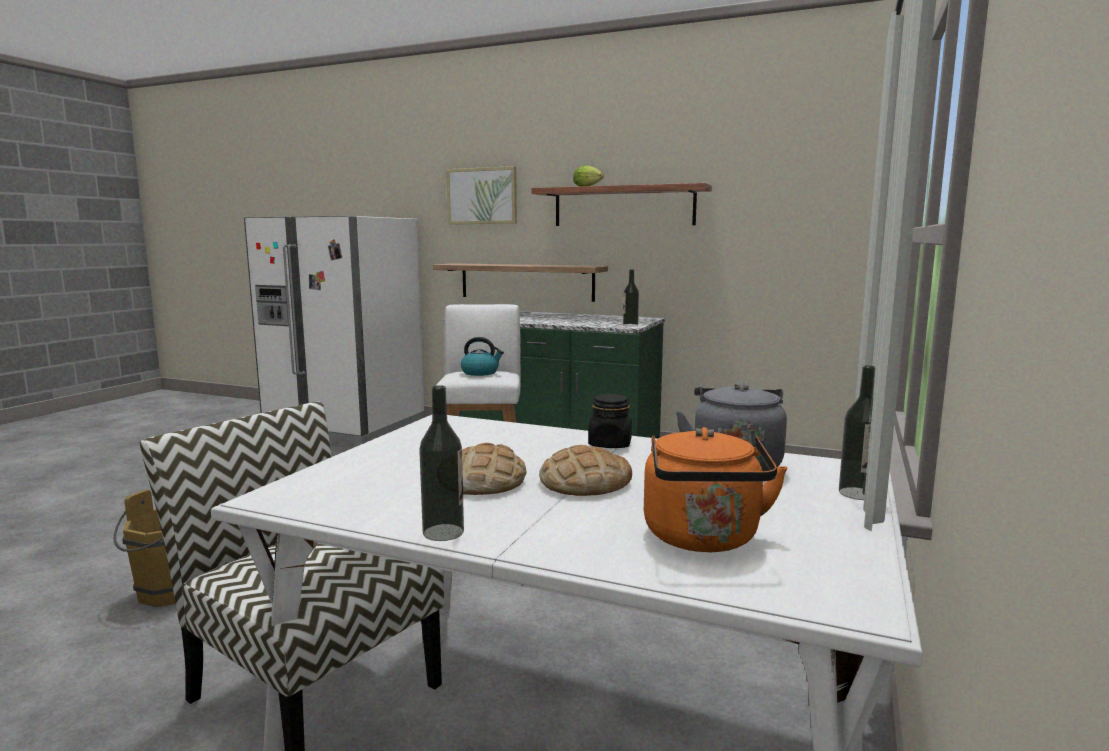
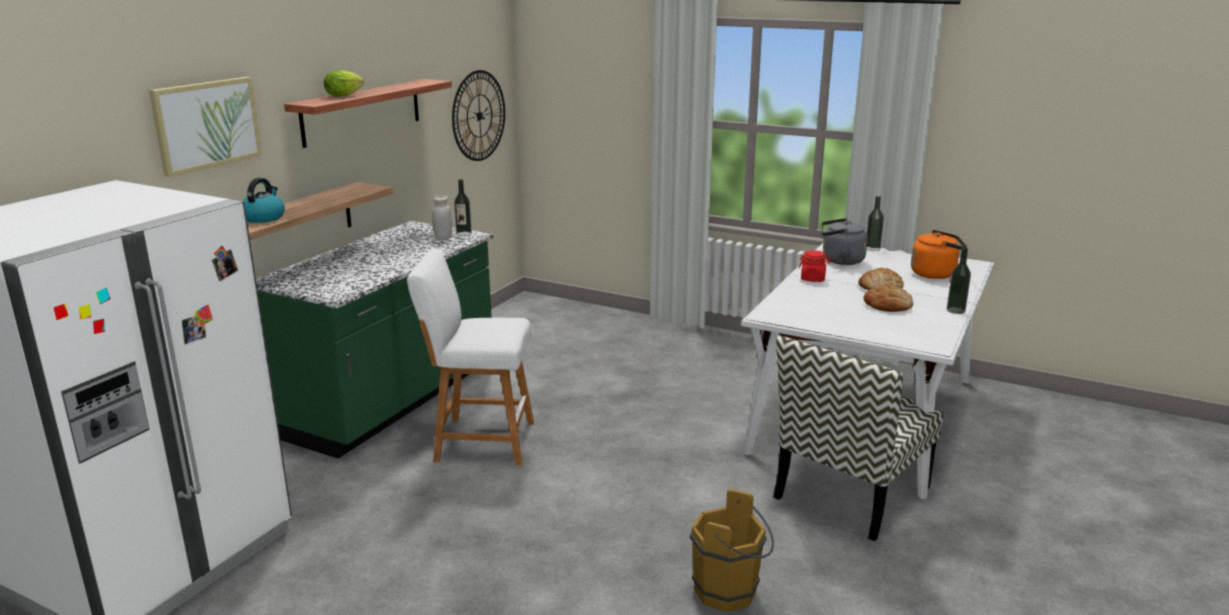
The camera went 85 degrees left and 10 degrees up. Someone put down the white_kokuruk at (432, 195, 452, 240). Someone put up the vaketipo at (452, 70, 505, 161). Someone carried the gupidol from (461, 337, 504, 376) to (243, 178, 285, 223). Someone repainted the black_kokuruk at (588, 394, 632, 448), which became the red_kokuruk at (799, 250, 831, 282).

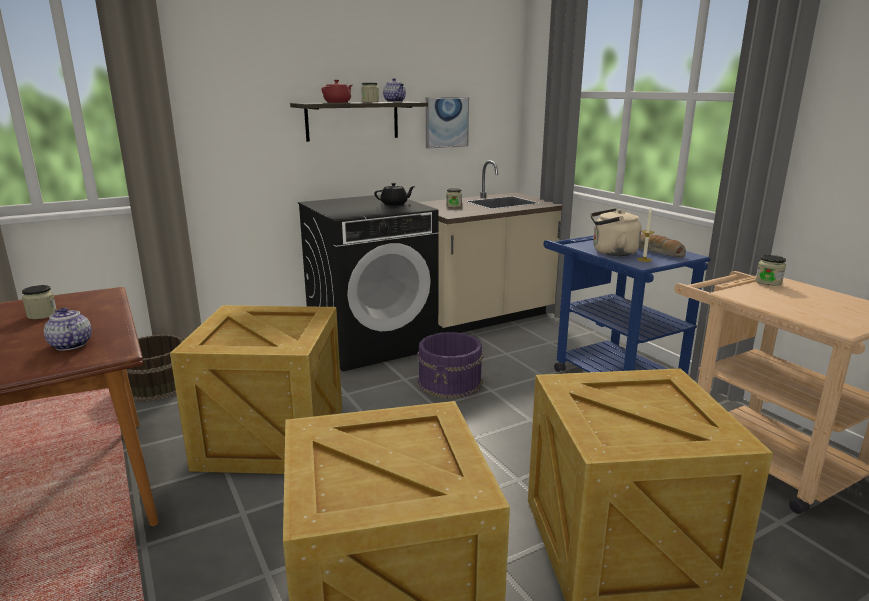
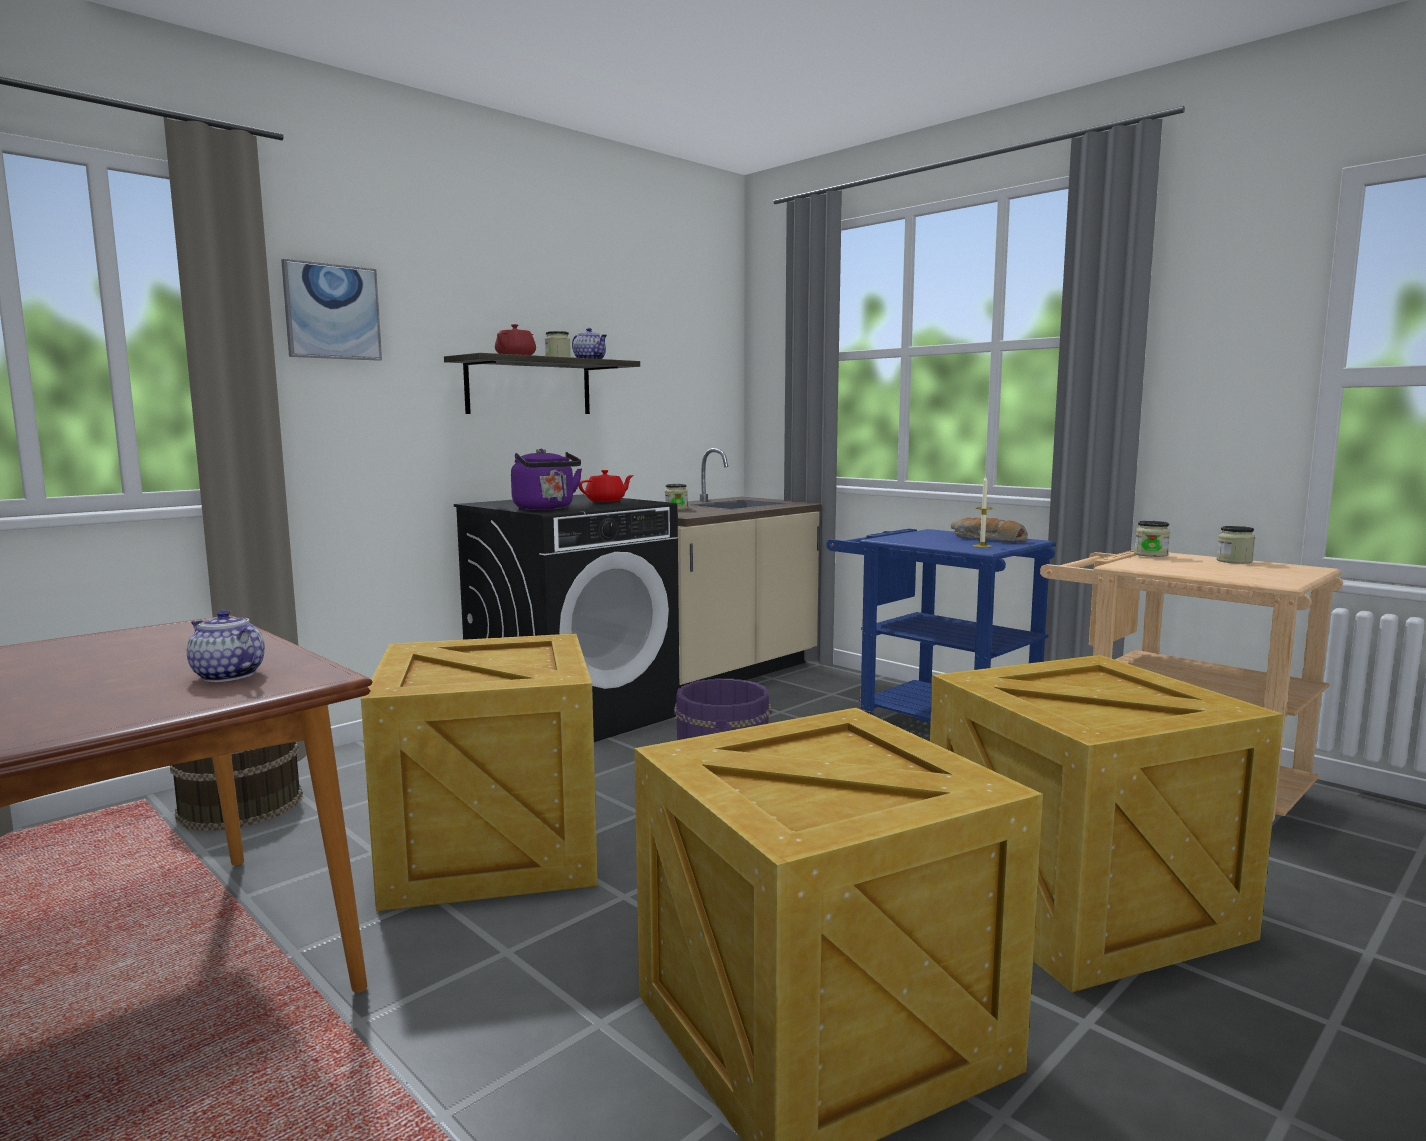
The camera went 15 degrees left and 10 degrees down. Someone took away the beige_gupidol at (591, 208, 641, 256). Someone put down the purple_gupidol at (511, 449, 582, 510). Someone carried the kokuruk from (22, 285, 57, 319) to (1216, 526, 1255, 564). Someone carried the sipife from (426, 97, 469, 148) to (281, 259, 382, 361). Someone repainted the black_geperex at (374, 183, 415, 206), which became the red_geperex at (579, 470, 634, 502).

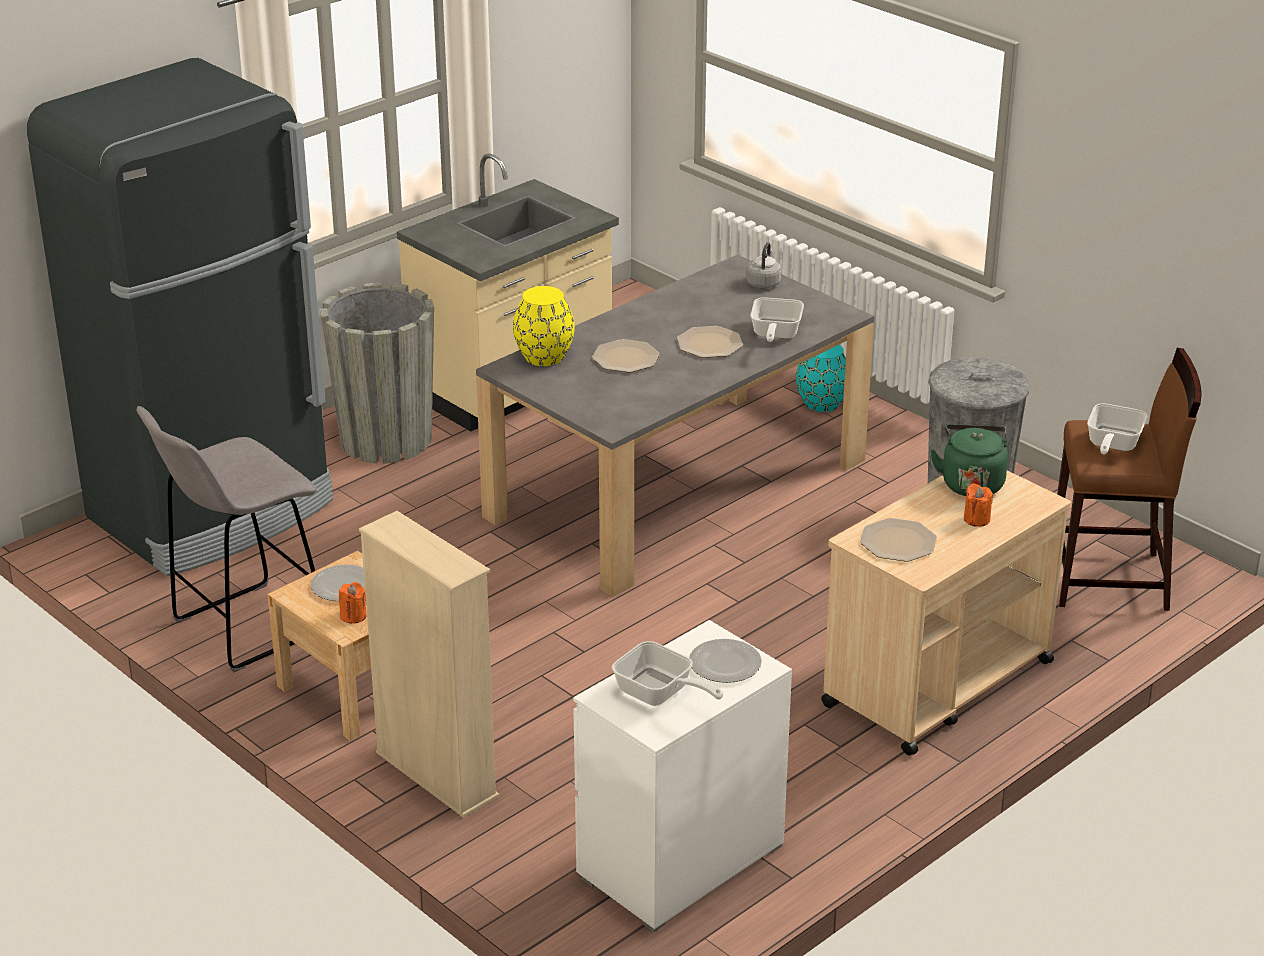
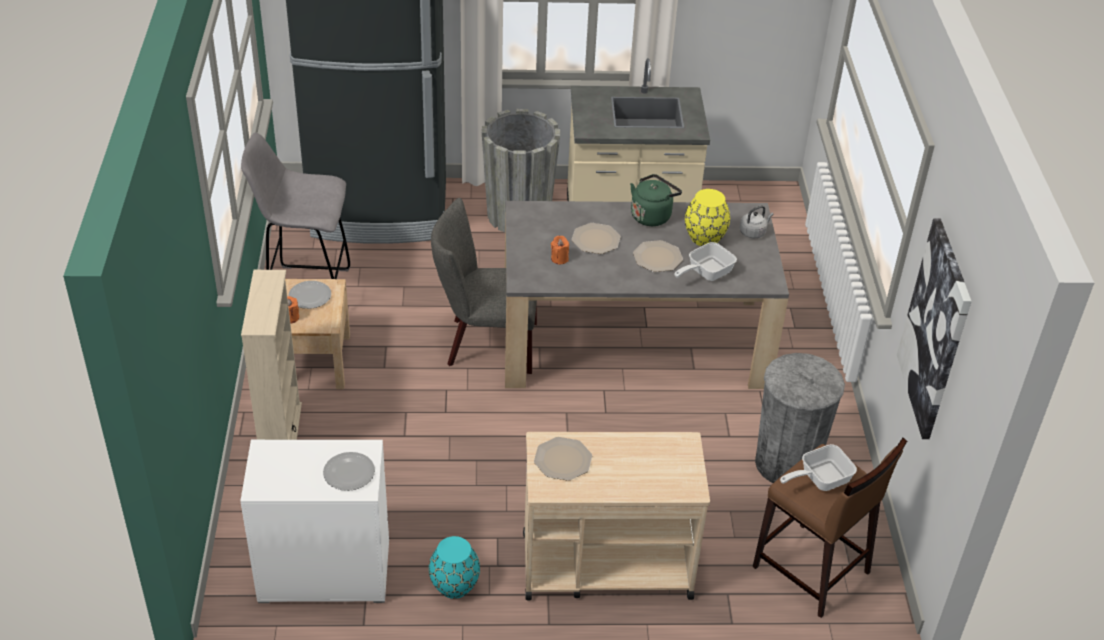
The camera went 40 degrees right and 10 degrees up. Someone took away the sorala at (612, 641, 723, 706). Someone put down the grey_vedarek at (431, 198, 537, 374). Someone put up the sipife at (897, 218, 972, 439). Someone carried the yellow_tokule from (513, 286, 575, 366) to (685, 189, 730, 246). Someone carried the turquoise_tokule from (796, 345, 846, 412) to (429, 536, 480, 599). Someone carried the green_gupidol from (930, 424, 1008, 496) to (630, 174, 682, 226). Someone carried the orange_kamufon from (964, 483, 993, 527) to (551, 236, 569, 264).

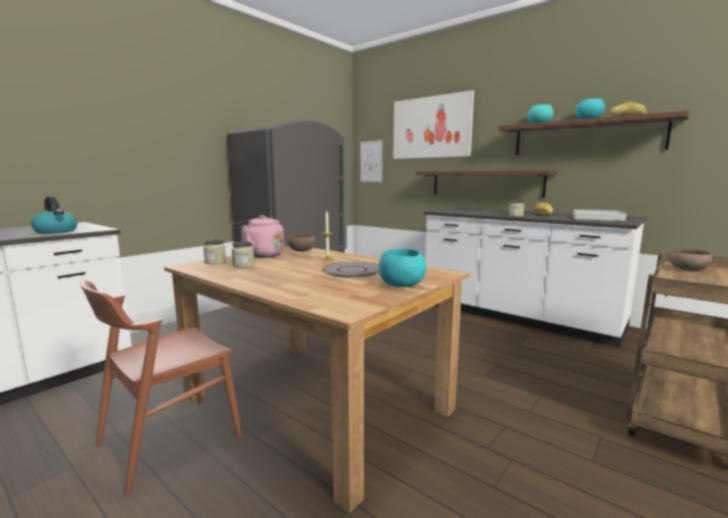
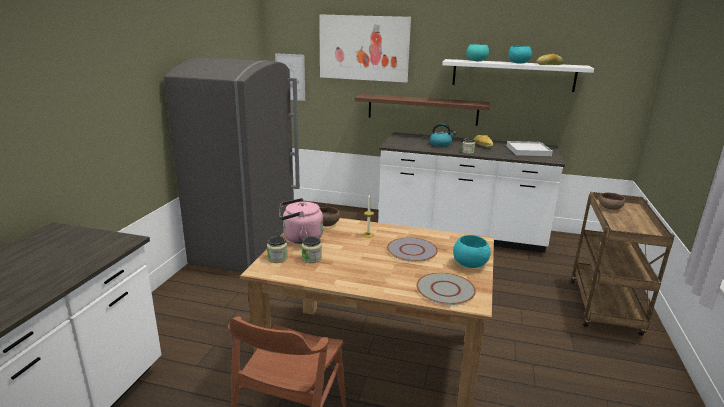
The camera went 25 degrees left and 10 degrees up. Someone put down the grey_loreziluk at (416, 273, 476, 305). Someone carried the gupidol from (31, 196, 78, 234) to (430, 124, 456, 147). Someone repainted the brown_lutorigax at (498, 110, 689, 155), which became the white_lutorigax at (442, 59, 594, 92).

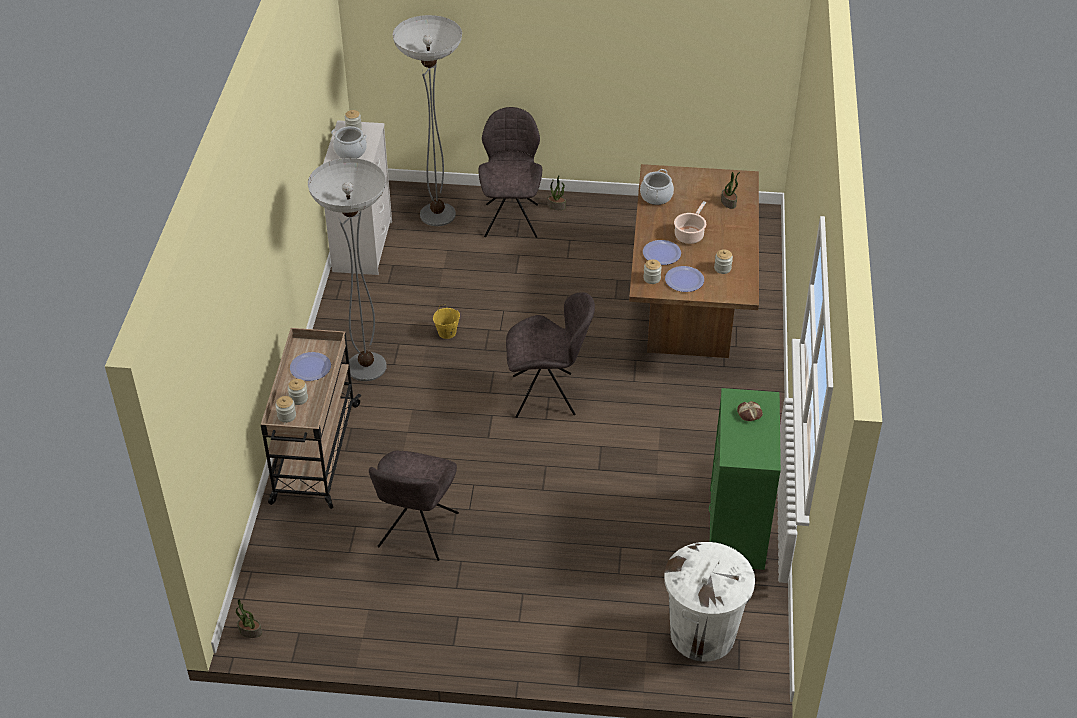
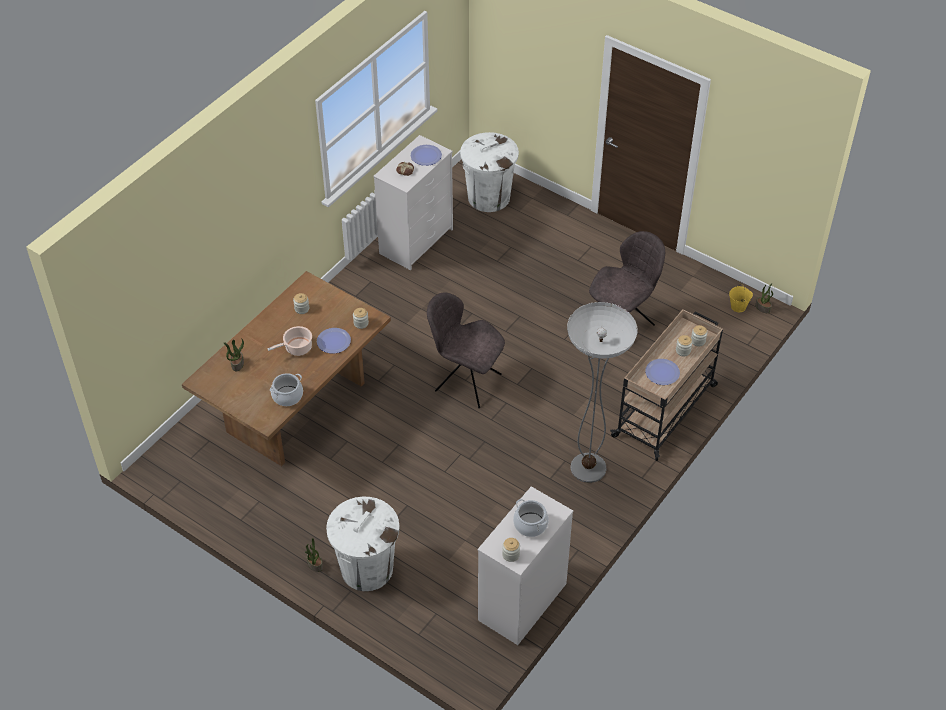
The camera went 150 degrees left and 5 degrees up. Someone took away the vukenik at (393, 15, 462, 226). Someone carried the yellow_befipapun from (433, 305, 460, 339) to (729, 283, 753, 312). Someone carried the loreziluk from (665, 266, 704, 292) to (411, 145, 442, 166). Someone swapped the grey_vedarek at (479, 107, 542, 238) for the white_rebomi at (326, 497, 399, 591). Someone repainted the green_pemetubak at (709, 388, 781, 570), which became the white_pemetubak at (373, 135, 453, 270).

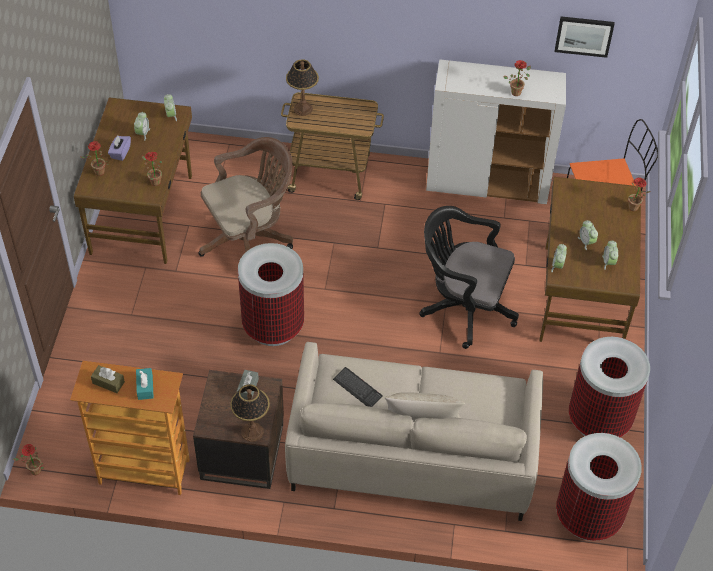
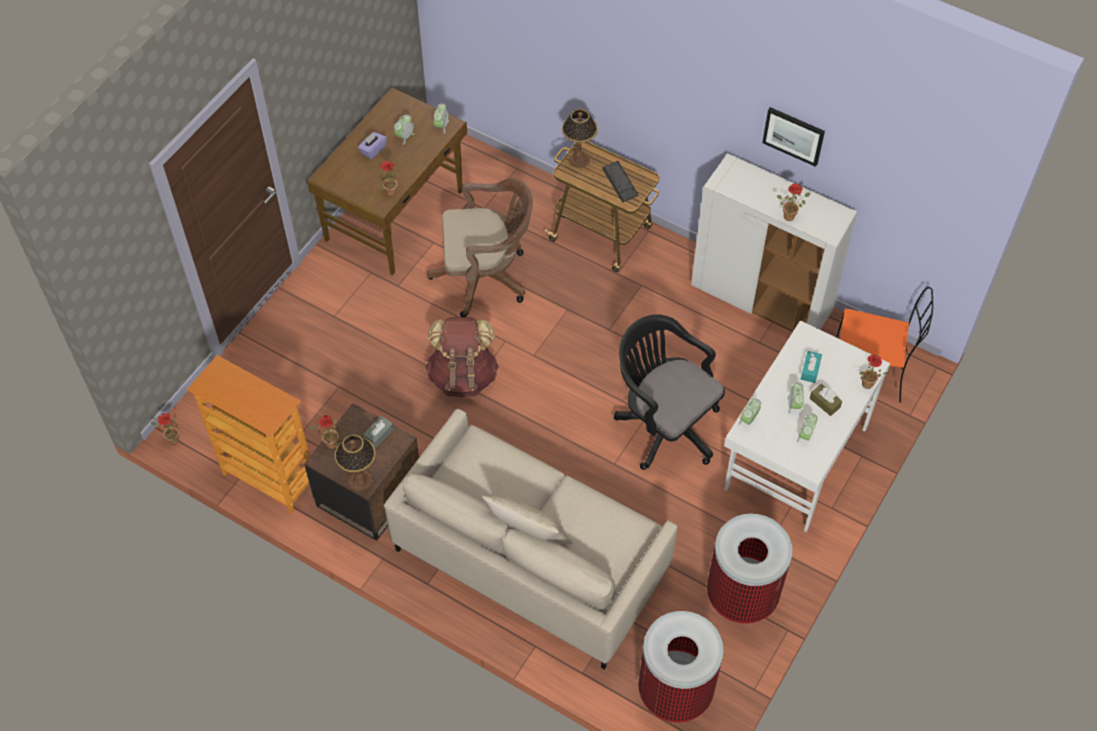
The camera went 25 degrees right and 5 degrees up. Someone carried the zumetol from (80, 141, 109, 176) to (309, 415, 340, 449). Someone carried the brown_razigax from (91, 365, 125, 393) to (810, 384, 842, 416). Someone carried the turquoise_razigax from (136, 368, 154, 400) to (801, 351, 822, 383). Someone carried the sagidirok from (333, 367, 382, 407) to (602, 161, 638, 203). Someone carried the sipife from (555, 16, 615, 58) to (762, 107, 825, 167). Someone swapped the rebomi at (238, 243, 304, 346) for the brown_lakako at (425, 317, 499, 397). Someone repainted the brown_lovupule at (539, 177, 641, 342), which became the white_lovupule at (724, 320, 890, 532).

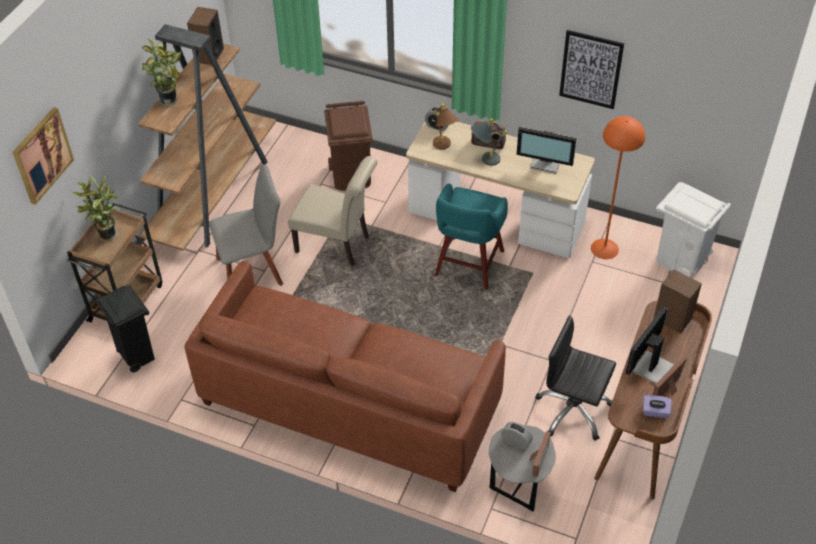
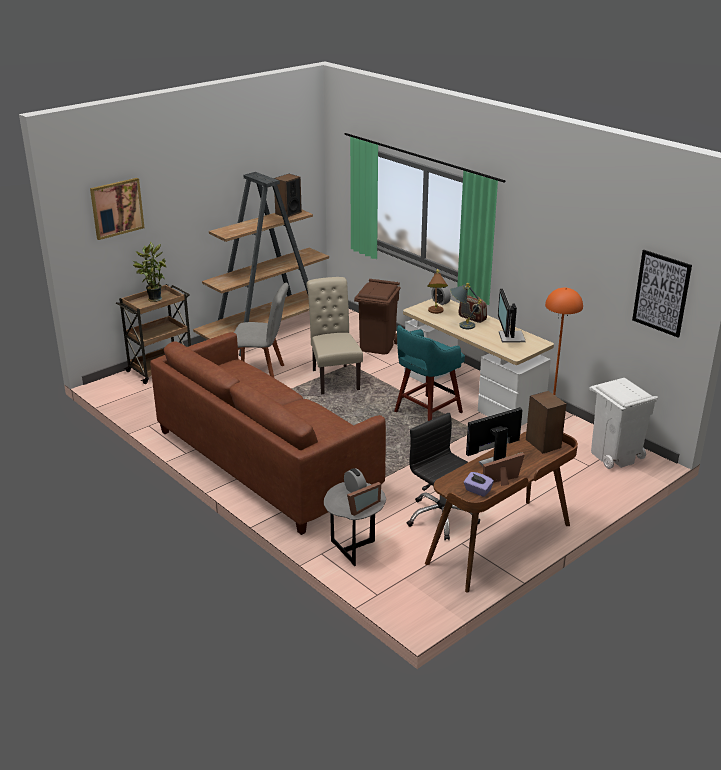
The camera went 25 degrees right and 20 degrees down. Someone took away the black_rebomi at (95, 285, 155, 372). Someone took away the zumetol at (142, 39, 181, 106). Someone carried the sipife from (559, 30, 624, 109) to (632, 250, 692, 338). Someone rotated the beige_vedarek at (288, 156, 378, 266) by 150 degrees counterclockwise. Someone rotated the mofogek at (516, 127, 577, 174) by 45 degrees clockwise.

